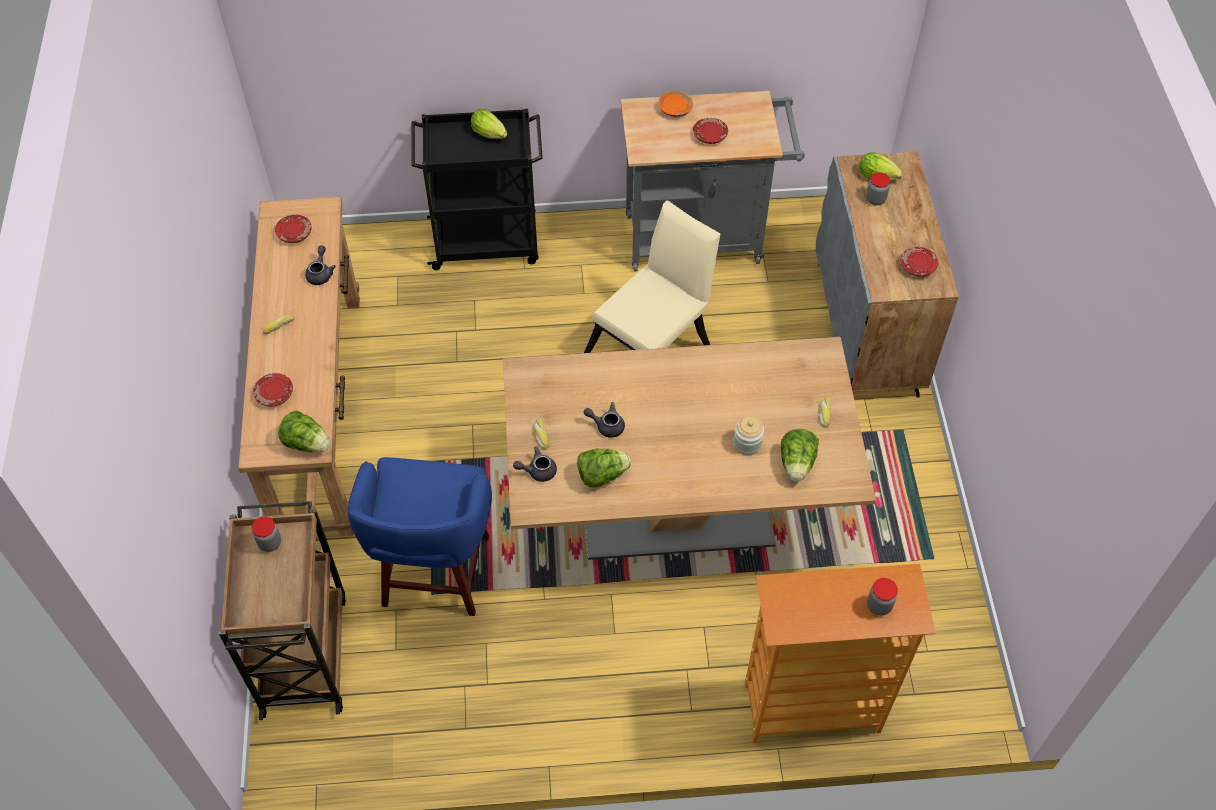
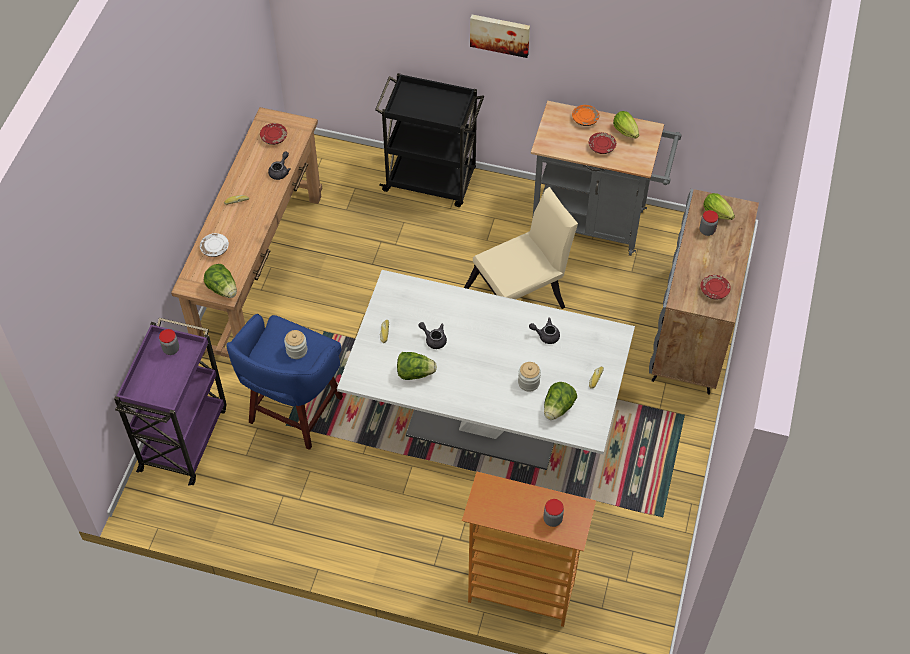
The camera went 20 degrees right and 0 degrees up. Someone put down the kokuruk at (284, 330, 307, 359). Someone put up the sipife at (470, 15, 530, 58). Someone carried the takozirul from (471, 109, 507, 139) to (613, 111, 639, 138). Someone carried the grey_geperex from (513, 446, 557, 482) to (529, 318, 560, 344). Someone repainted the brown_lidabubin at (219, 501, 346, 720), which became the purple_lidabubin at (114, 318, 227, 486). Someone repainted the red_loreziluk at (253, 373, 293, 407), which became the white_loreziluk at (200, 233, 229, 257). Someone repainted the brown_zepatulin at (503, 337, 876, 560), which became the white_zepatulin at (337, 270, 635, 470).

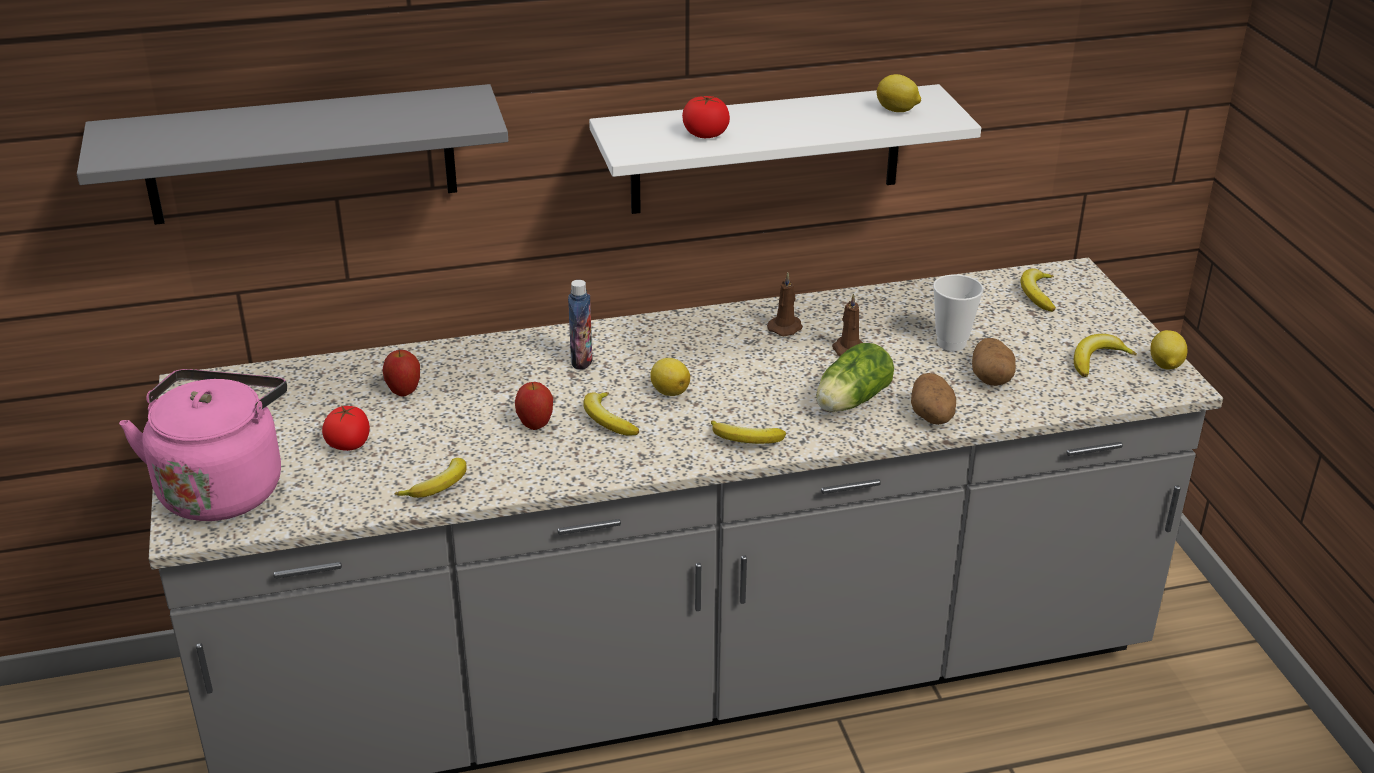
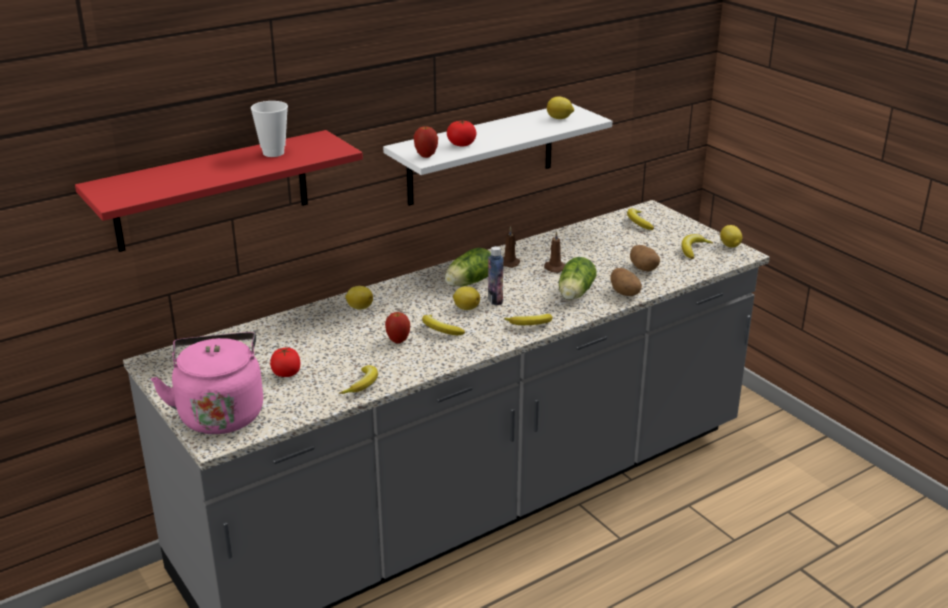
The camera went 20 degrees left and 5 degrees down. Someone put down the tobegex at (345, 286, 373, 310). Someone put down the takozirul at (445, 248, 491, 287). Someone carried the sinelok from (382, 350, 420, 397) to (413, 125, 438, 158). Someone carried the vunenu from (568, 280, 592, 369) to (488, 246, 503, 306). Someone carried the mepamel from (933, 274, 984, 351) to (251, 101, 288, 157). Someone repainted the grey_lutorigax at (77, 84, 508, 225), which became the red_lutorigax at (75, 130, 363, 252).

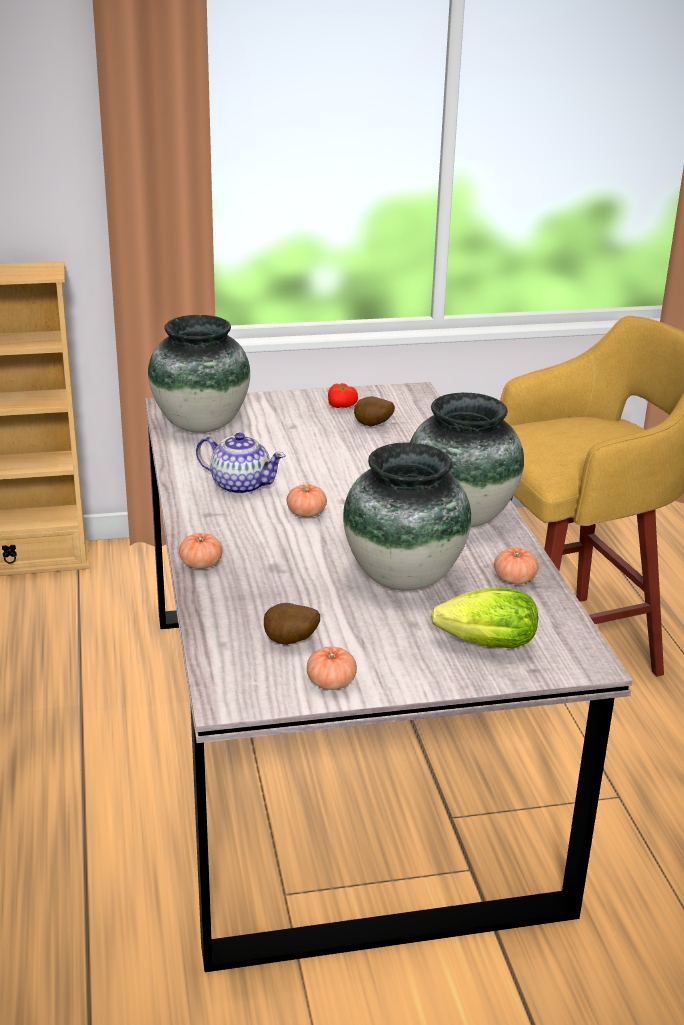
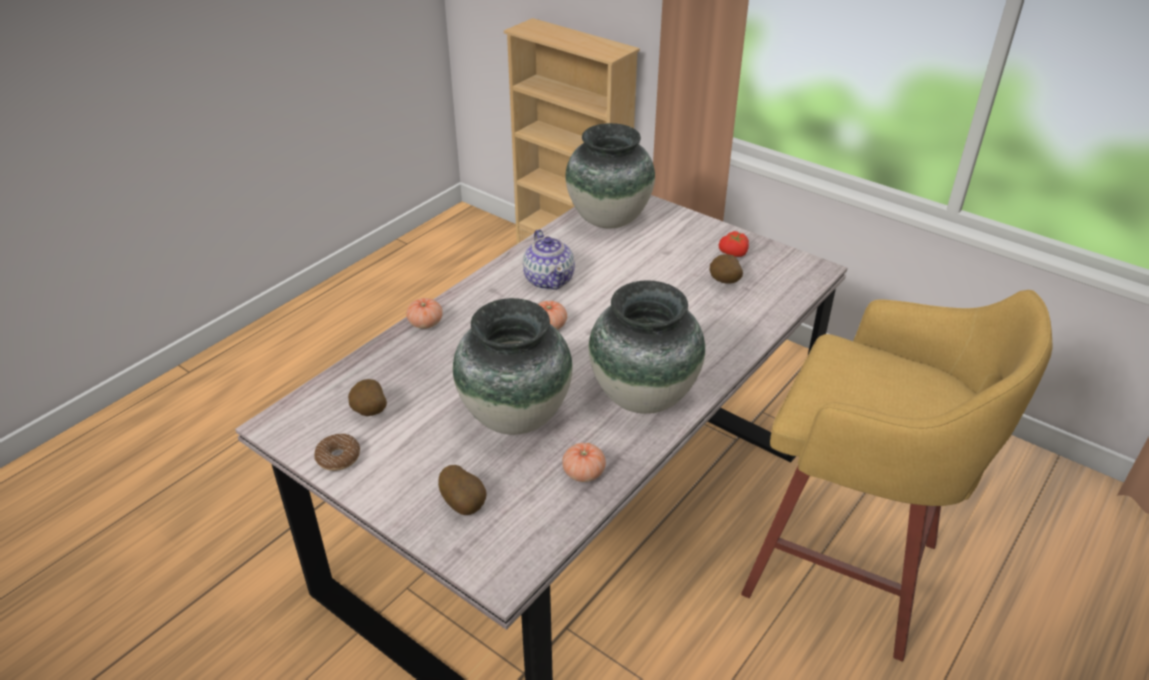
The camera went 50 degrees right and 10 degrees up. Someone swapped the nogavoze at (307, 647, 357, 690) for the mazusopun at (314, 434, 360, 471). Someone swapped the takozirul at (431, 588, 538, 648) for the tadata at (438, 465, 486, 515).

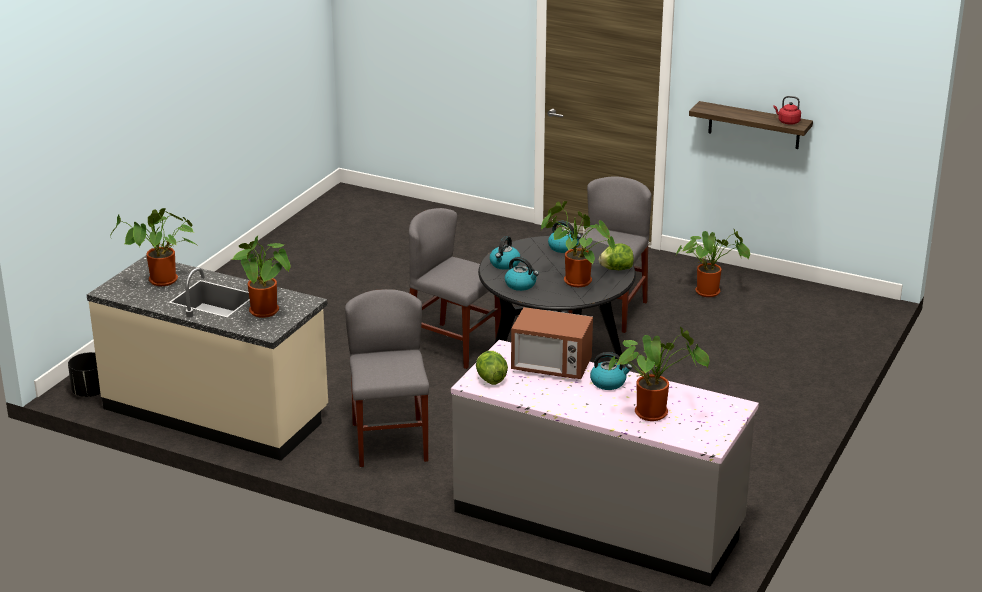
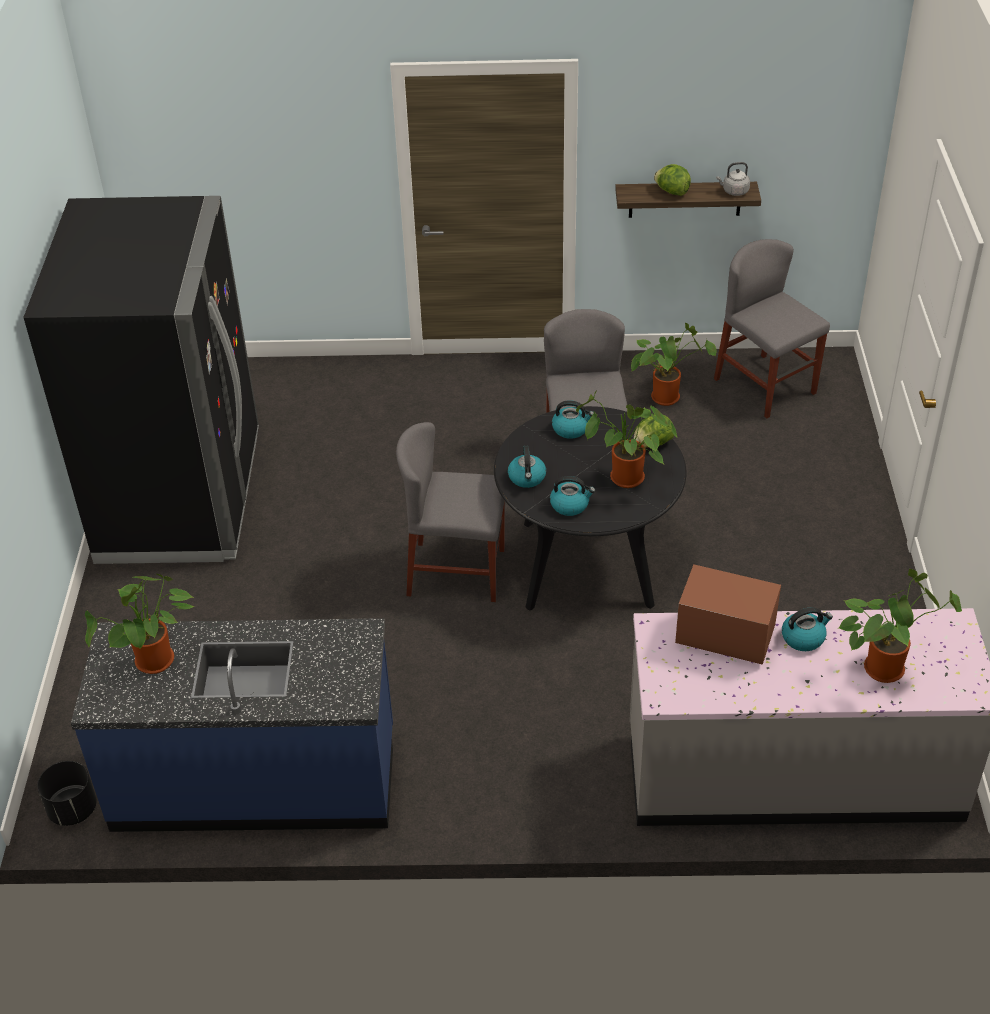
The camera went 25 degrees left and 15 degrees up. Someone took away the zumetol at (232, 236, 291, 318). Someone put down the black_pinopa at (24, 196, 259, 564). Someone carried the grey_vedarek from (345, 289, 429, 467) to (714, 239, 830, 418). Someone carried the takozirul from (476, 351, 508, 385) to (654, 164, 691, 196). Someone repainted the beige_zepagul at (87, 255, 328, 461), which became the blue_zepagul at (71, 618, 393, 832). Someone repainted the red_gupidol at (774, 96, 801, 125), which became the grey_gupidol at (716, 162, 750, 196). Someone rotated the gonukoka at (511, 307, 593, 379) by 150 degrees counterclockwise.

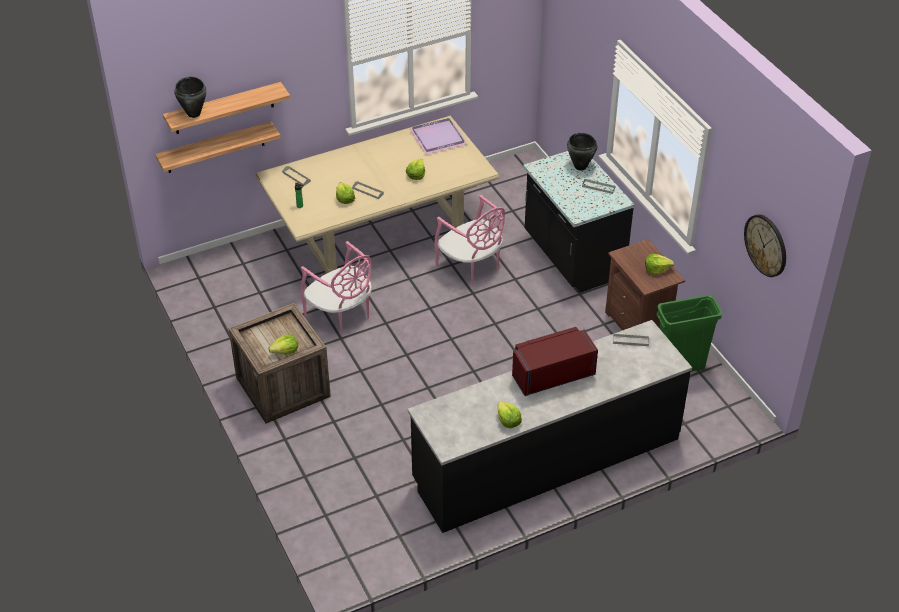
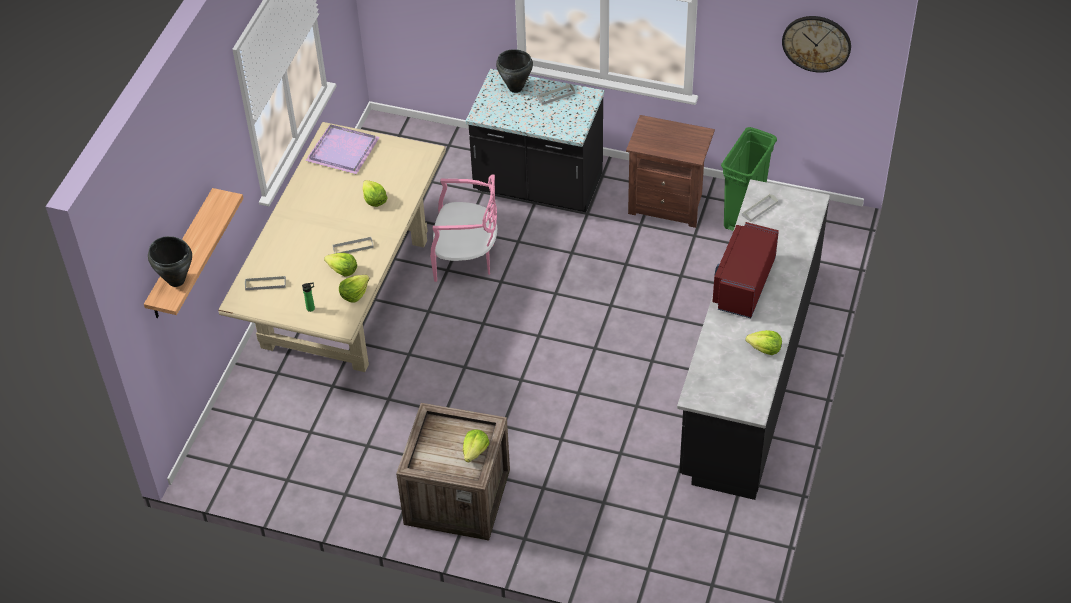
The camera went 45 degrees left and 5 degrees up. Someone took away the lutorigax at (155, 121, 281, 173). Someone took away the pink_vedarek at (301, 241, 372, 335). Someone carried the takozirul from (645, 254, 674, 275) to (339, 275, 370, 303).

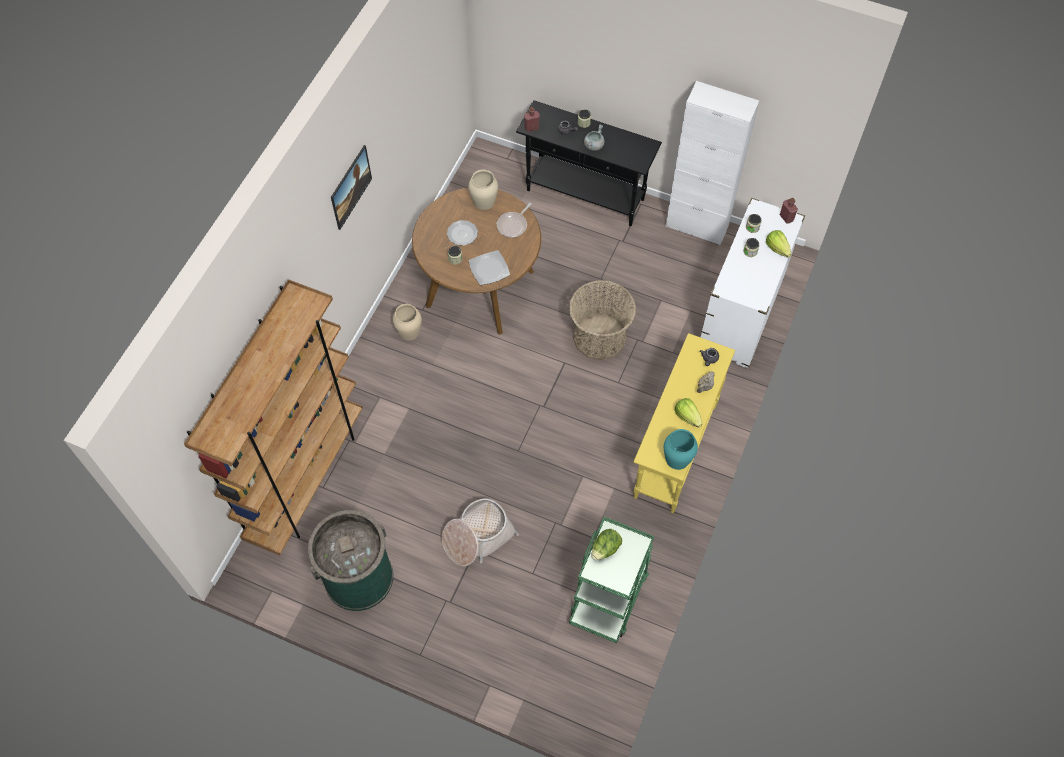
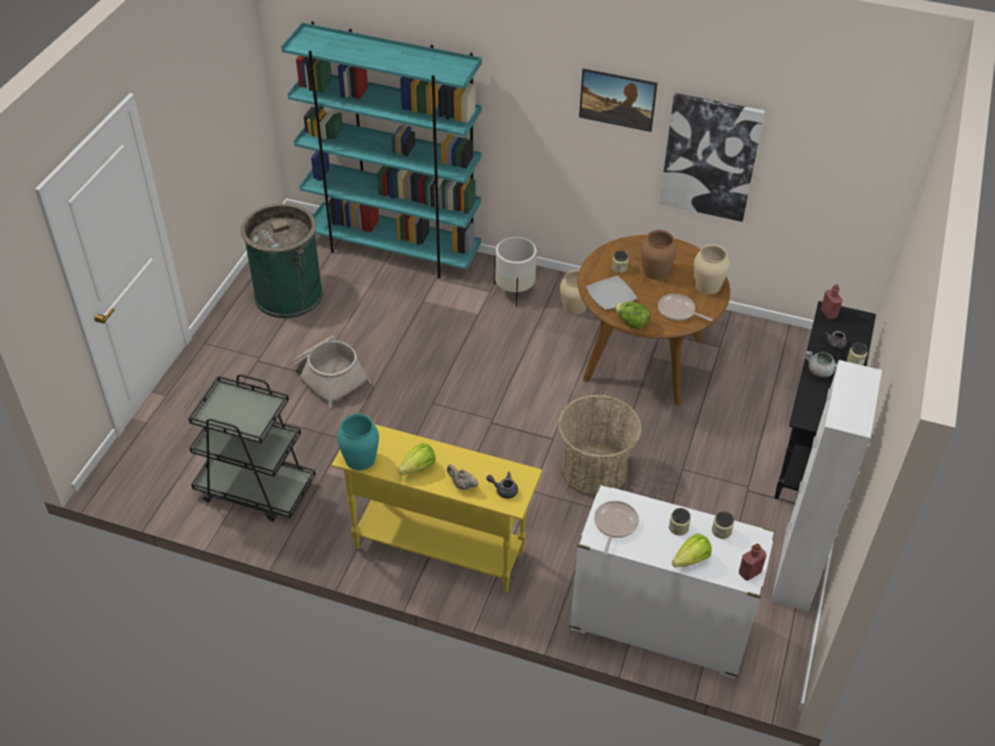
The camera went 85 degrees right and 15 degrees down. Someone put down the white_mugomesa at (494, 237, 537, 307). Someone put down the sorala at (594, 501, 639, 555). Someone put up the sipife at (659, 93, 765, 222). Someone carried the takozirul from (591, 529, 622, 560) to (615, 302, 650, 330). Someone swapped the loreziluk at (447, 220, 478, 246) for the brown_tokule at (641, 230, 677, 280). Someone repainted the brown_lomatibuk at (184, 279, 363, 556), which became the turquoise_lomatibuk at (281, 21, 482, 278). Someone repainted the green_lidabubin at (569, 517, 654, 643), which became the black_lidabubin at (188, 374, 316, 521).

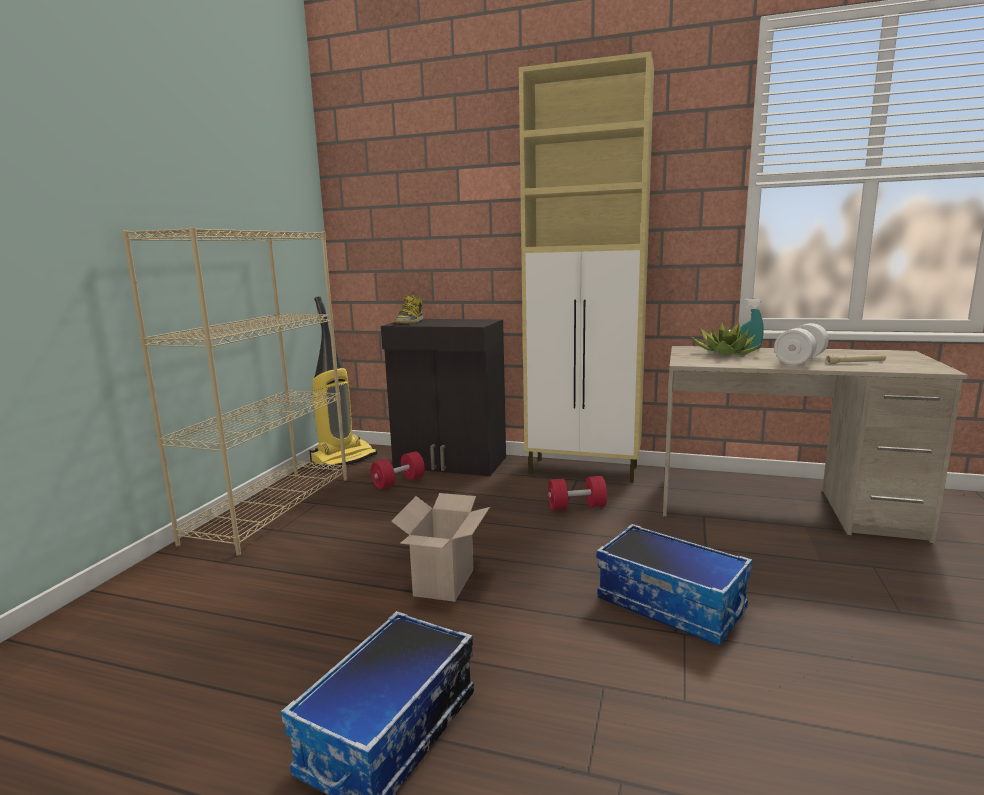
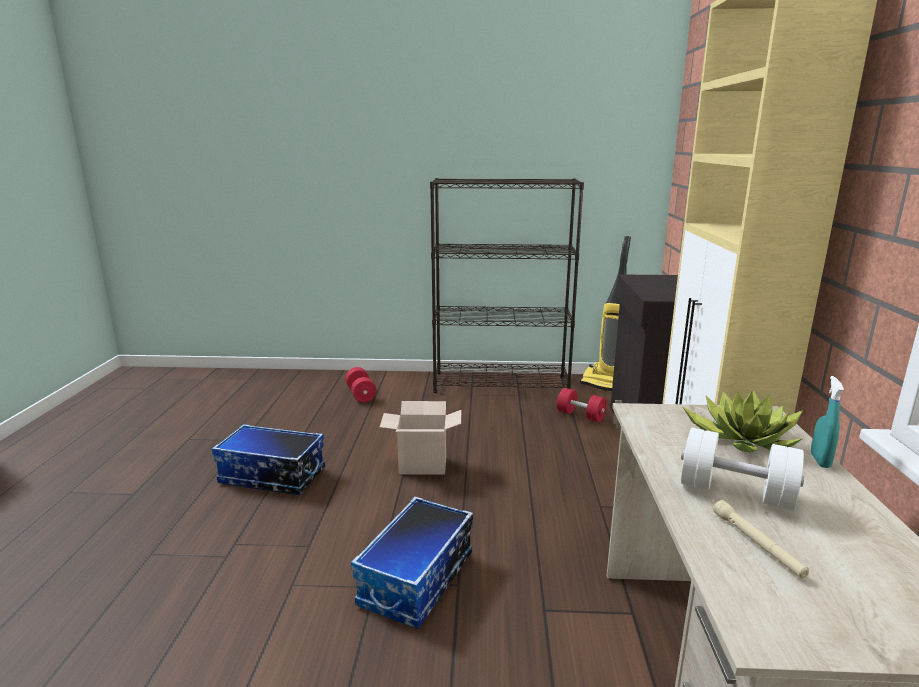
The camera went 75 degrees right and 5 degrees up. Someone took away the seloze at (395, 295, 423, 323). Someone carried the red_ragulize from (548, 476, 607, 510) to (345, 367, 376, 403). Someone repainted the beige_lomatibuk at (122, 227, 347, 556), which became the black_lomatibuk at (430, 178, 584, 393).

